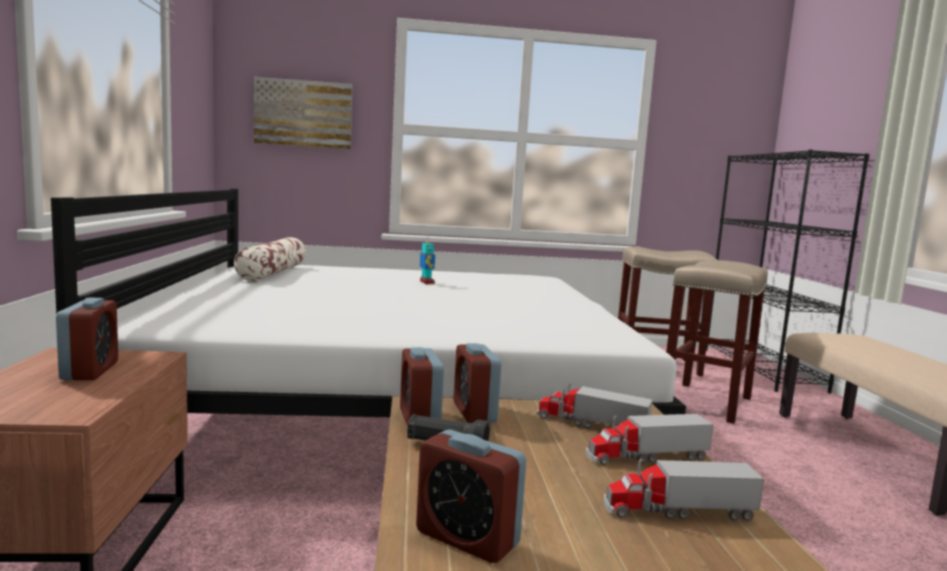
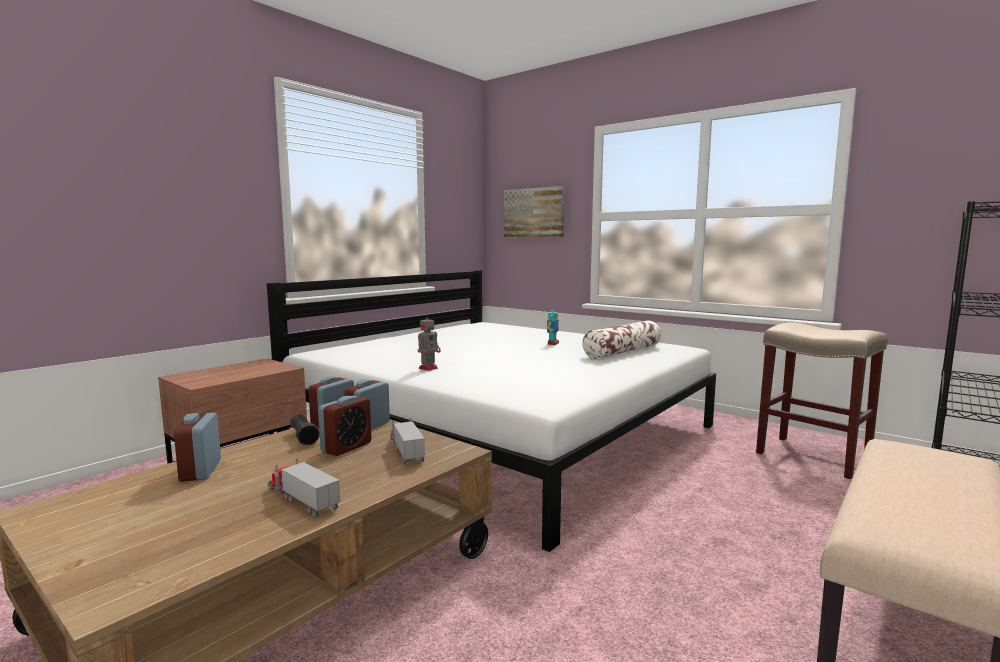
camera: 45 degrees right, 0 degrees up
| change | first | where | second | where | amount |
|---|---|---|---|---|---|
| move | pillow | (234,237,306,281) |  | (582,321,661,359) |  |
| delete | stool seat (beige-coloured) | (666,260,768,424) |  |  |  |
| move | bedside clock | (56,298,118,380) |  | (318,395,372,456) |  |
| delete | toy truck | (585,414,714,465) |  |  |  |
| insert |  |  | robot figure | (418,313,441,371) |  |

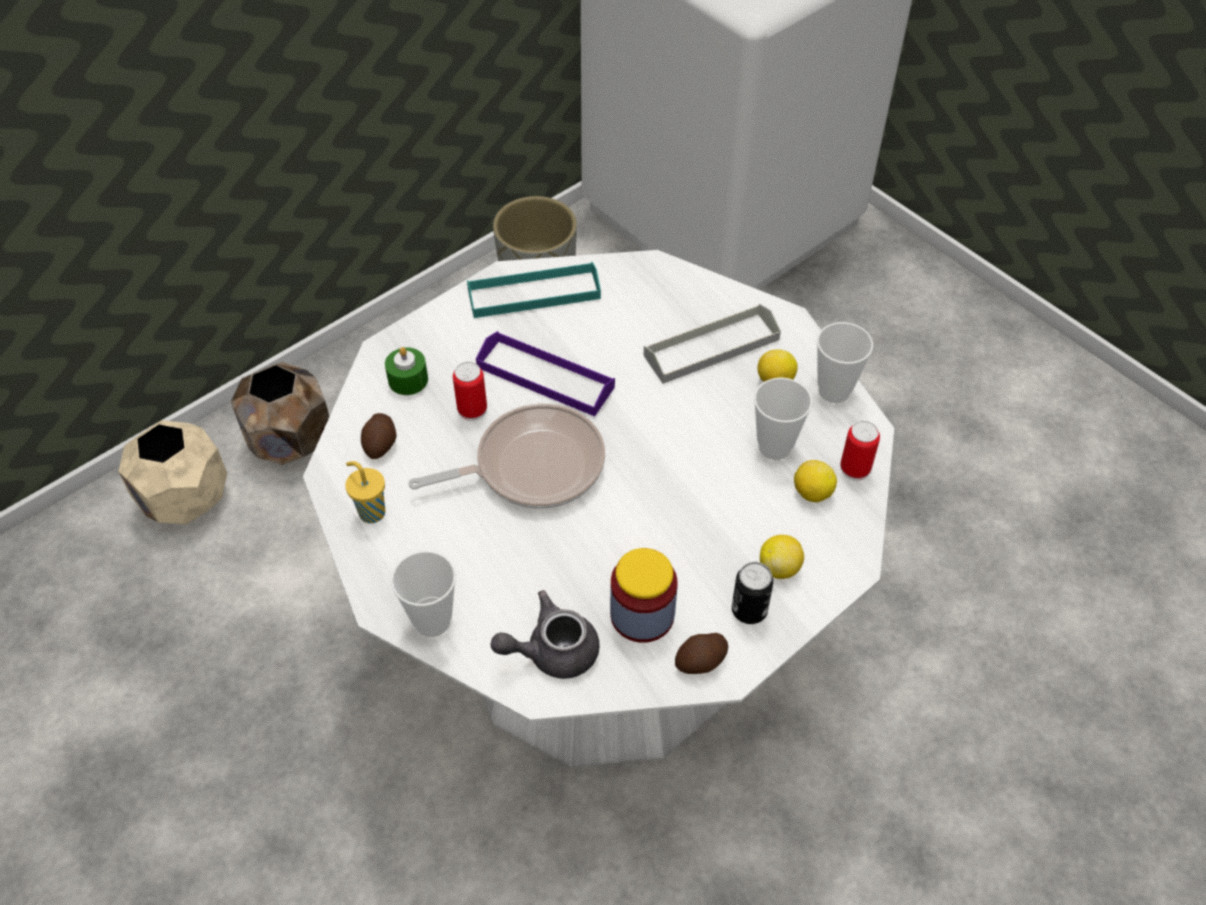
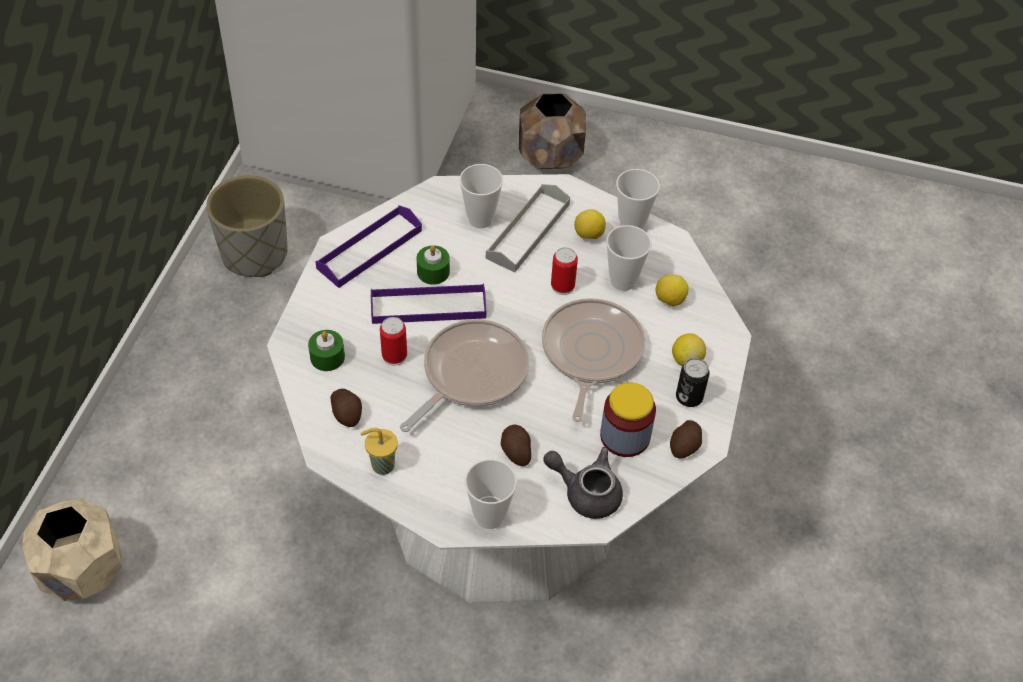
camera: 35 degrees left, 0 degrees up
| change | first | where | second | where | amount |
|---|---|---|---|---|---|
| recolor | carrying tray (turquoise) | (467,262,601,318) | carrying tray (purple-coloured) | (315,205,422,288) |  |
| move | plant pot (brownish) | (231,362,330,465) |  | (519,93,586,169) |  |
| move | sealed can | (840,421,880,481) |  | (551,247,578,295) |  |
| rotate | teapot (gray) | (491,591,600,679) |  | (544,447,623,519) | 75 degrees clockwise |
| insert |  |  | small cup | (459,164,503,228) |  |
| insert |  |  | wax light (greenish) | (417,245,450,285) |  |
| insert |  |  | pan | (542,298,645,422) |  |
| insert |  |  | spud | (501,425,531,466) |  |

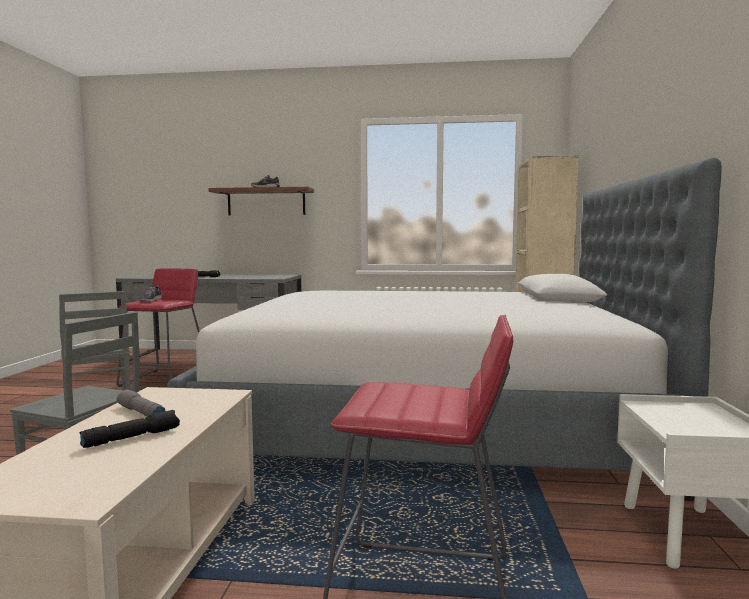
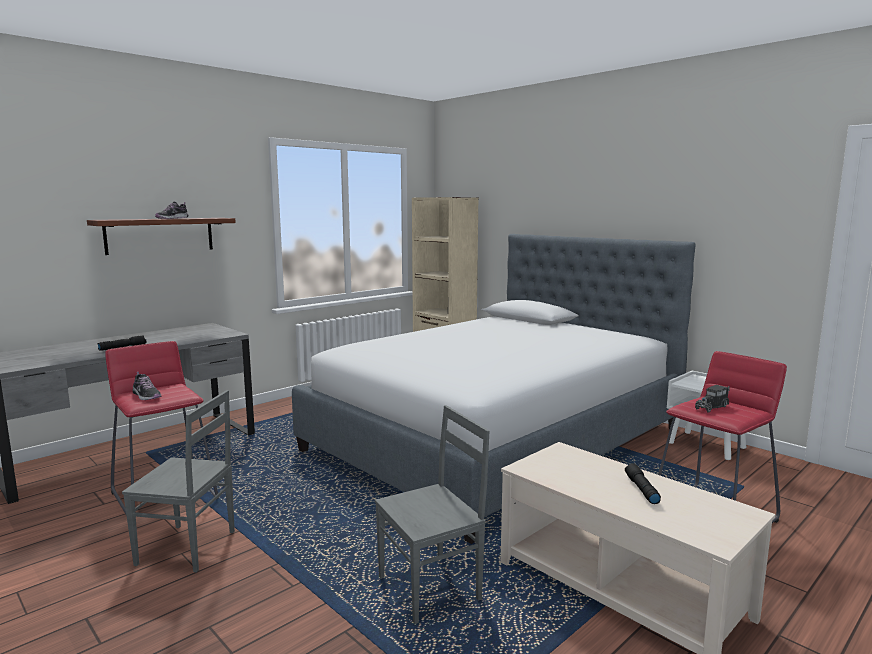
camera: 50 degrees left, 5 degrees up
| change | first | where | second | where | amount |
|---|---|---|---|---|---|
| delete | flashlight (gray) | (117,390,165,417) |  |  |  |
| insert |  |  | toy truck | (695,385,730,413) |  |

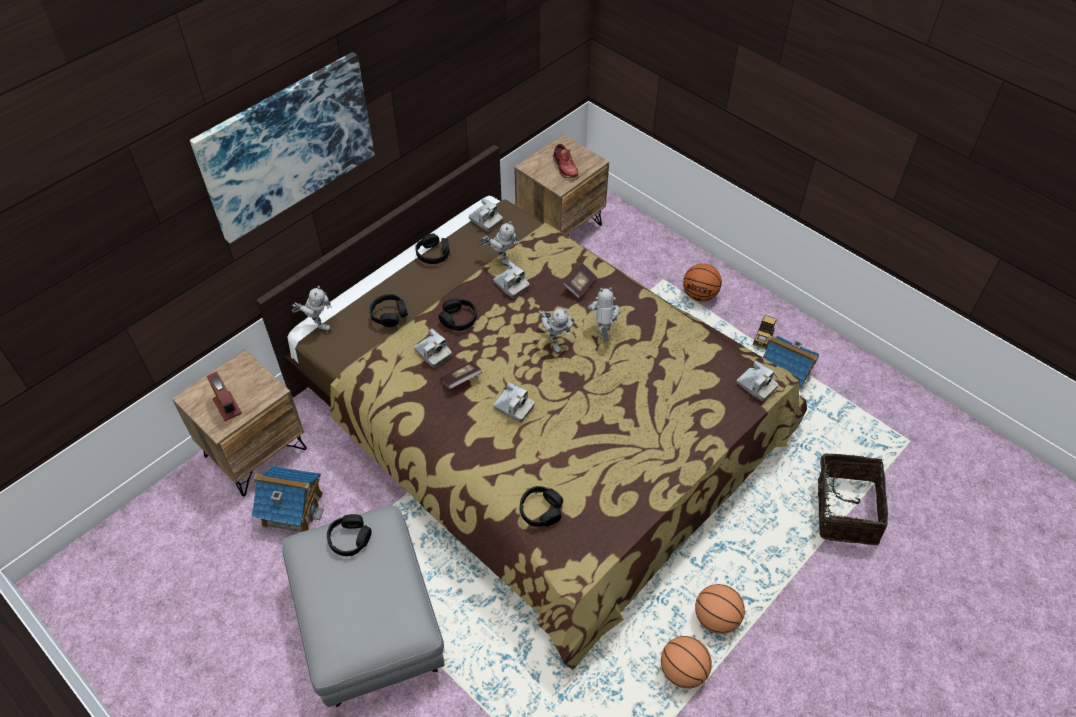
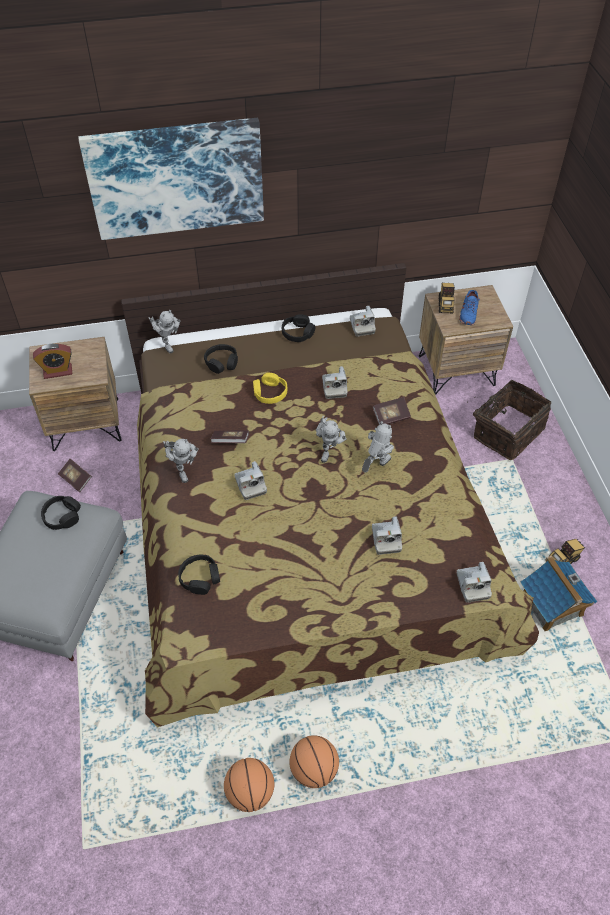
camera: 35 degrees right, 0 degrees up
| change | first | where | second | where | amount |
|---|---|---|---|---|---|
| recolor | shoe (red) | (553,144,578,178) | shoe (blue-coloured) | (459,290,480,325) |  |
| move | robot figure | (478,221,519,266) |  | (163,439,198,483) |  |
| delete | ball for basketball | (683,263,722,301) |  |  |  |
| recolor | headphones (blackish) | (438,298,477,331) | headphones (yellowish) | (253,373,288,404) |  |
| move | still camera | (414,329,452,368) |  | (372,516,402,555) |  |
| rotate | bedside clock | (207,372,242,421) |  | (33,344,72,379) | 75 degrees clockwise |
| move | household basket | (806,454,888,546) |  | (473,380,551,460) |  |
| replace | model house | (251,465,324,532) | volume | (58,459,92,492) |  |
| insert |  |  | toy truck | (439,283,455,314) |  |

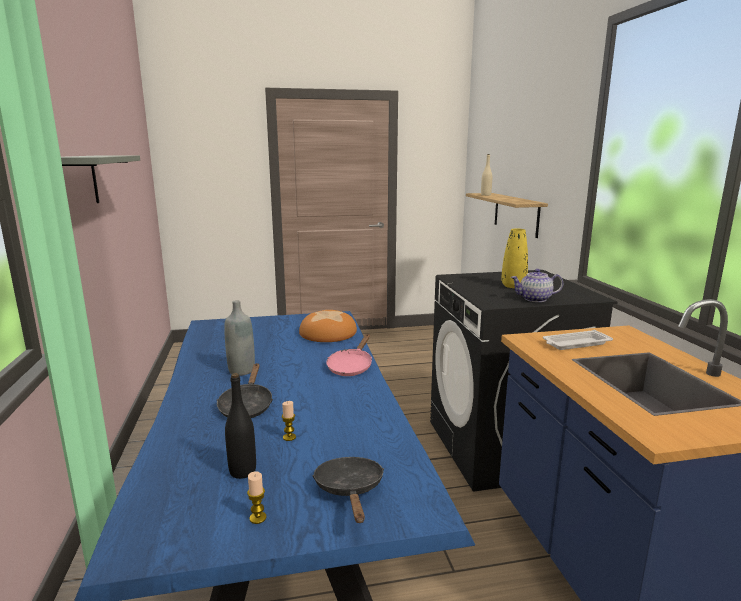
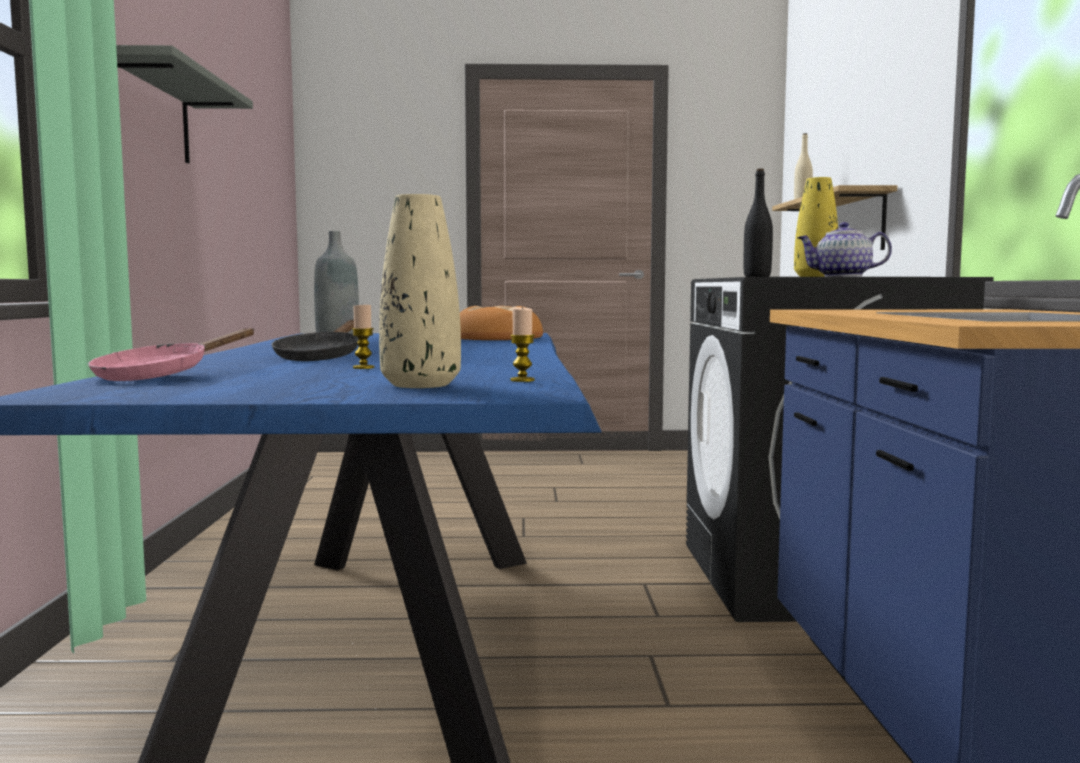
camera: 10 degrees right, 10 degrees down
| change | first | where | second | where | amount |
|---|---|---|---|---|---|
| delete | carrying tray (white) | (543,330,613,350) |  |  |  |
| move | pan (pink) | (326,334,372,376) |  | (88,328,255,381) |  |
| move | bottle (blackish) | (225,373,256,479) |  | (744,169,773,277) |  |
| replace | pan (blackish) | (312,457,384,523) | decorative vase (beige-coloured) | (379,194,461,388) |  |
| move | wax light | (247,471,266,524) |  | (510,306,535,382) |  |

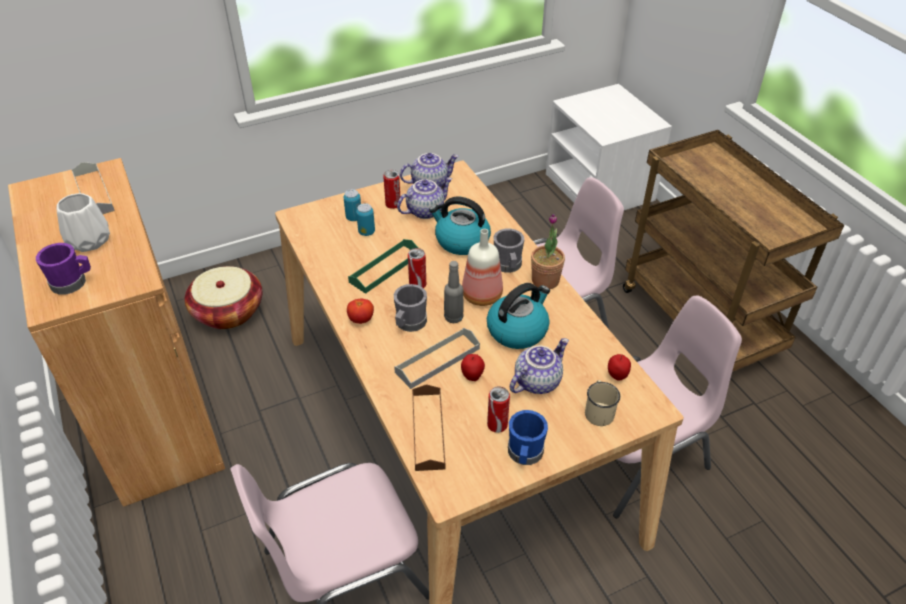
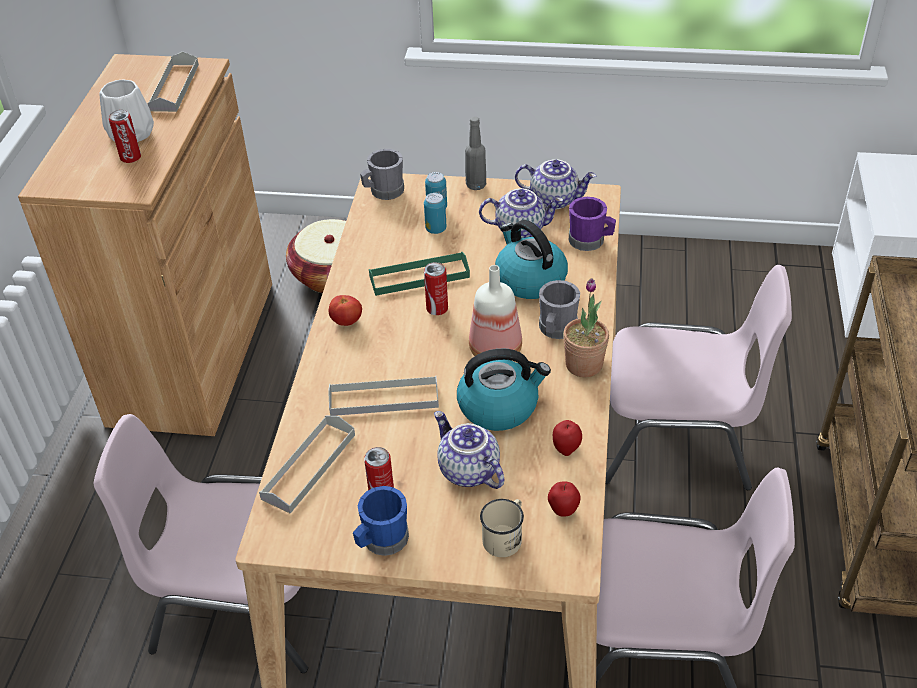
camera: 35 degrees right, 0 degrees up
| change | first | where | second | where | amount |
|---|---|---|---|---|---|
| move | sealed can | (383,170,400,209) |  | (109,110,141,163) |  |
| move | mug (purple-coloured) | (36,243,91,295) |  | (569,197,616,251) |  |
| move | bottle (gray) | (444,261,464,323) |  | (465,116,486,190) |  |
| move | mug (gray) | (394,284,427,332) |  | (360,149,404,200) |  |
| rotate | teapot | (510,338,569,394) |  | (434,411,504,489) | 120 degrees counterclockwise |
| move | apple | (461,354,485,381) |  | (553,420,582,456) |  |
| recolor | carrying tray (brownish) | (412,384,446,471) | carrying tray (gray) | (259,415,355,514) |  |

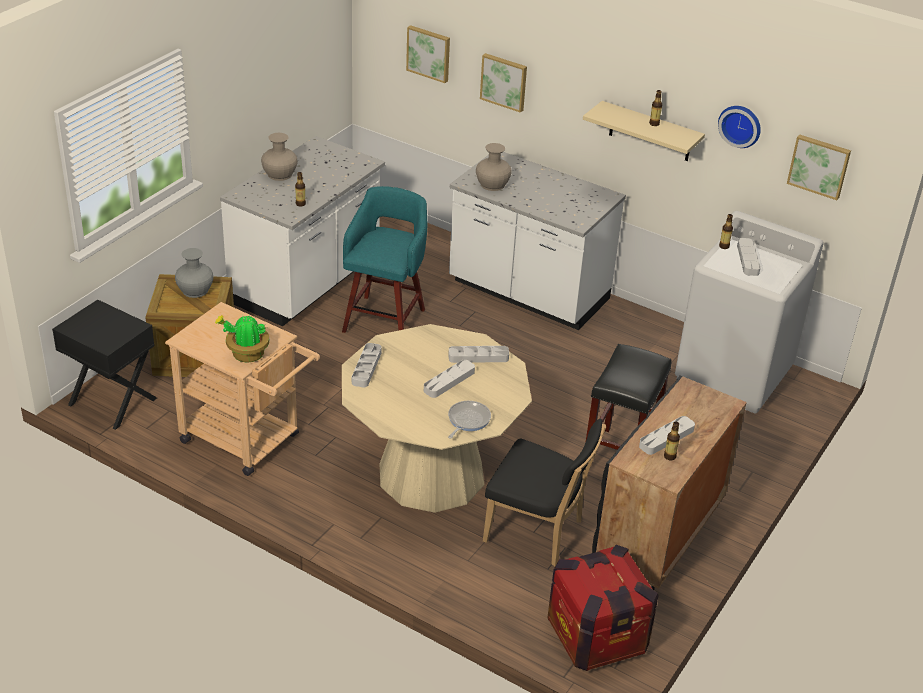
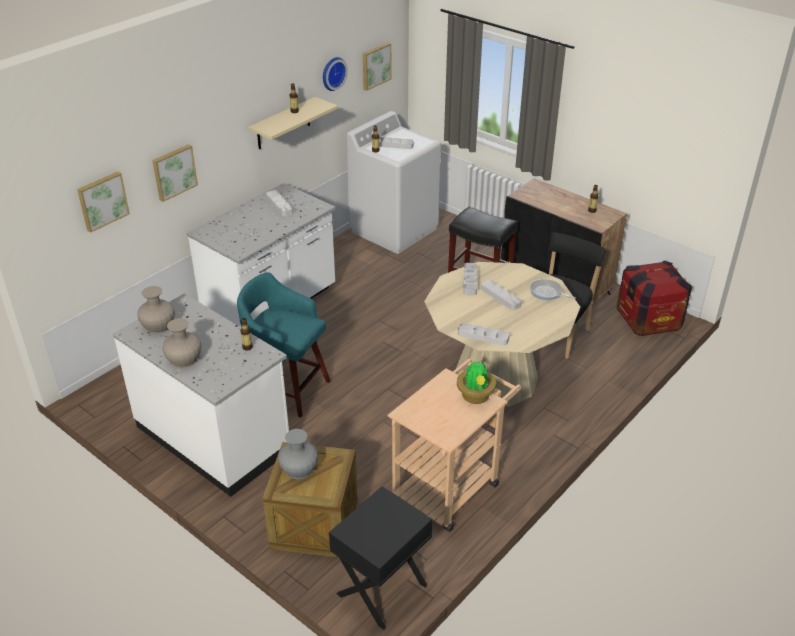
camera: 80 degrees left, 0 degrees up
| change | first | where | second | where | amount |
|---|---|---|---|---|---|
| move | decorative vase (beige-coloured) | (476,143,512,191) |  | (137,286,175,334) |  |
| move | carrying tray (gray) | (639,416,695,455) |  | (266,190,293,216) |  |

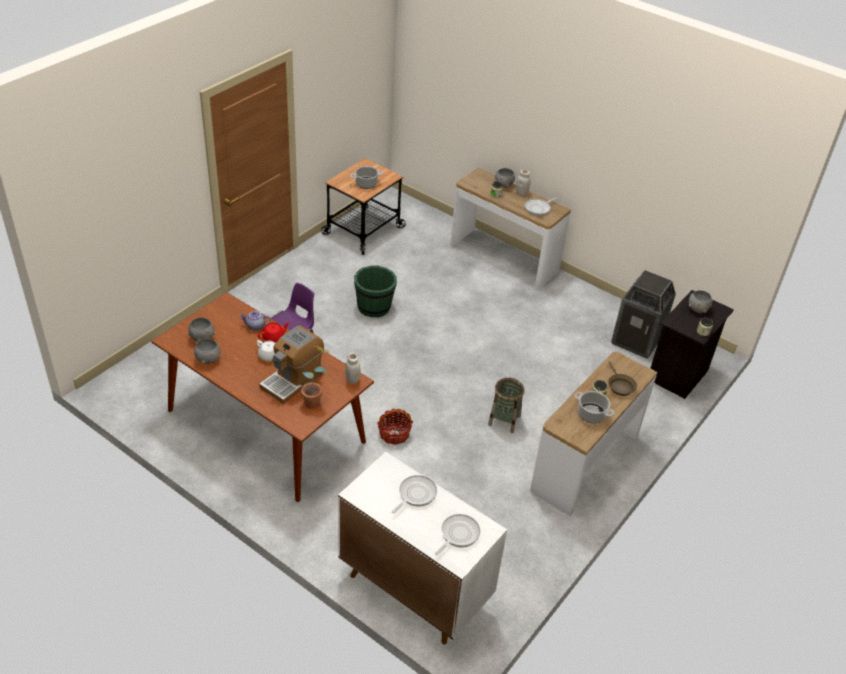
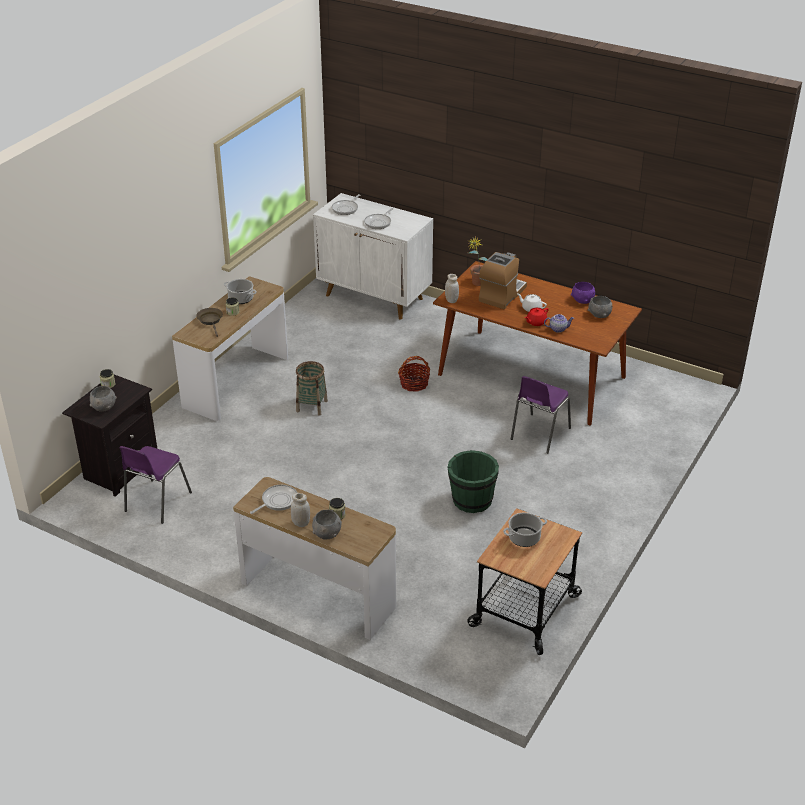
camera: 175 degrees right, 5 degrees down
| change | first | where | second | where | amount |
|---|---|---|---|---|---|
| replace | trash can | (611,270,676,359) | chair (purple-coloured) | (119,446,192,524) |  |
| recolor | deep dish (gray) | (194,338,221,364) | deep dish (purple-coloured) | (571,282,595,304) |  |

